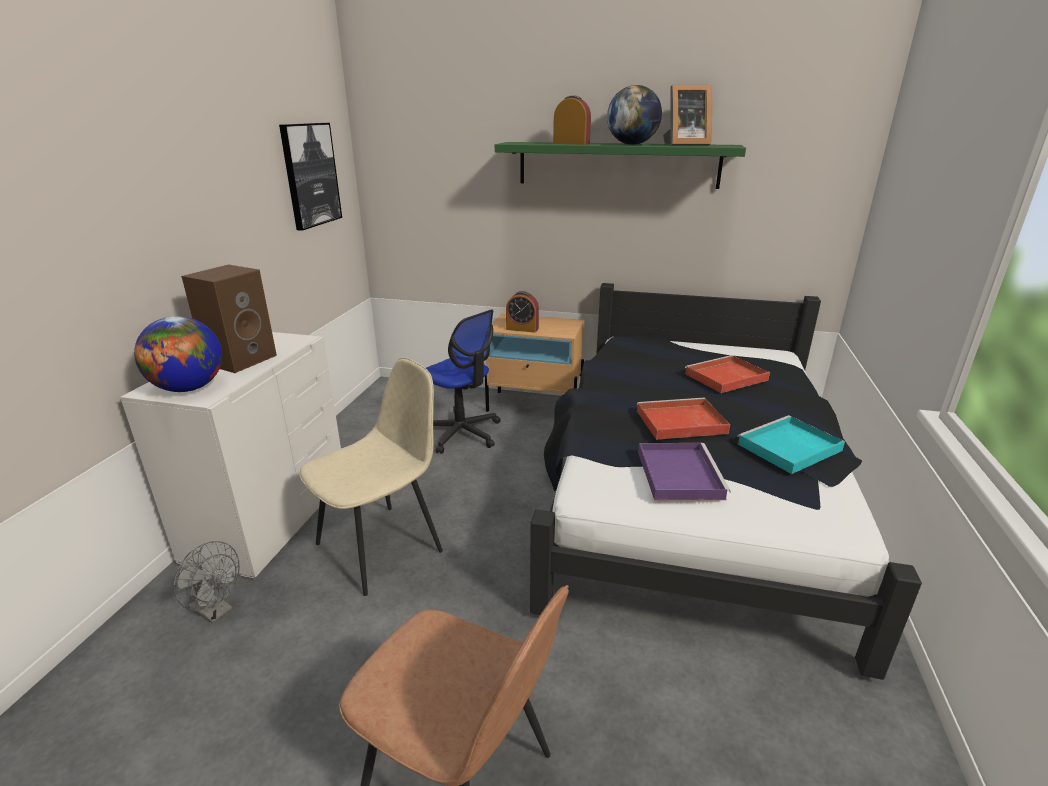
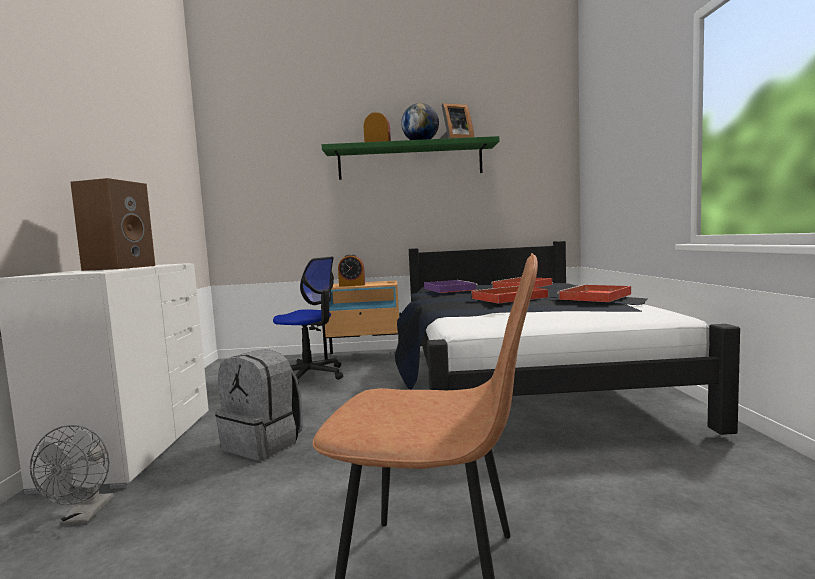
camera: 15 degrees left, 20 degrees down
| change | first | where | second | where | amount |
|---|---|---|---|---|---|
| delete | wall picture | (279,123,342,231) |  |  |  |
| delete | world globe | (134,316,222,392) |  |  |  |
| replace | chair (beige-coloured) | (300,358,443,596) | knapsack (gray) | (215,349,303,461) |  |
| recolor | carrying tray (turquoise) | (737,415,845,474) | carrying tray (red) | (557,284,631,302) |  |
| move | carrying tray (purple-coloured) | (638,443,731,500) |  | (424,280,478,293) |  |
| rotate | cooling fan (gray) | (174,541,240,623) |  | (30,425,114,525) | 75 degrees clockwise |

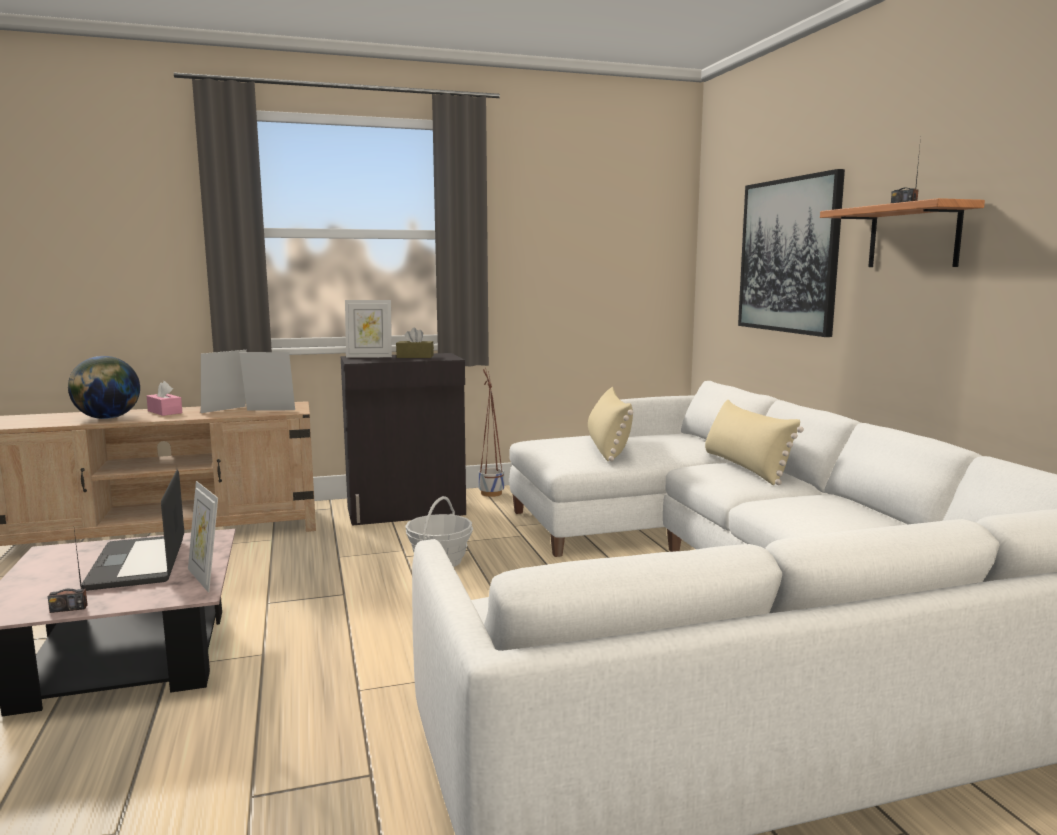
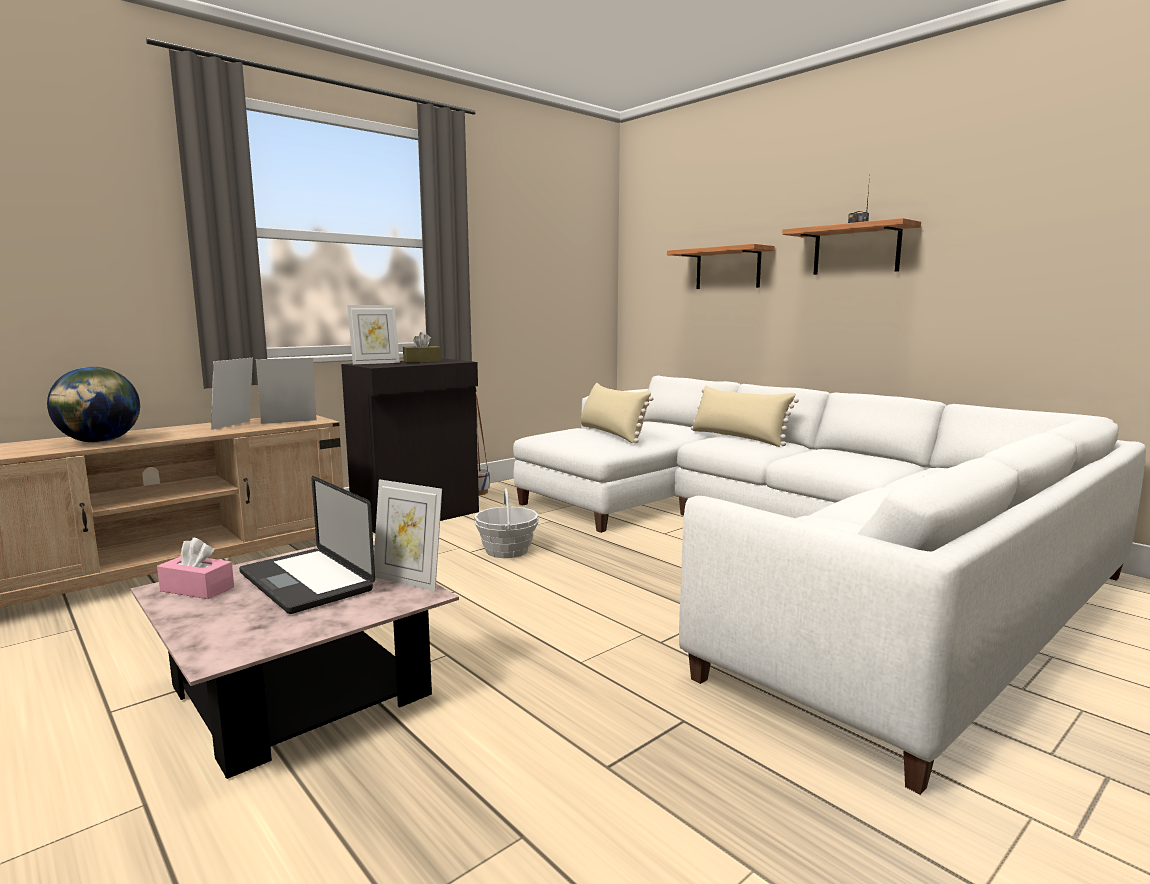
camera: 25 degrees left, 0 degrees up
| change | first | where | second | where | amount |
|---|---|---|---|---|---|
| replace | wall picture | (738,169,845,337) | wall shelf | (667,244,775,289) |  |
| move | tissue holder (pink) | (147,381,182,416) |  | (157,538,234,599) |  |
| delete | radio receiver | (48,530,88,613) |  |  |  |

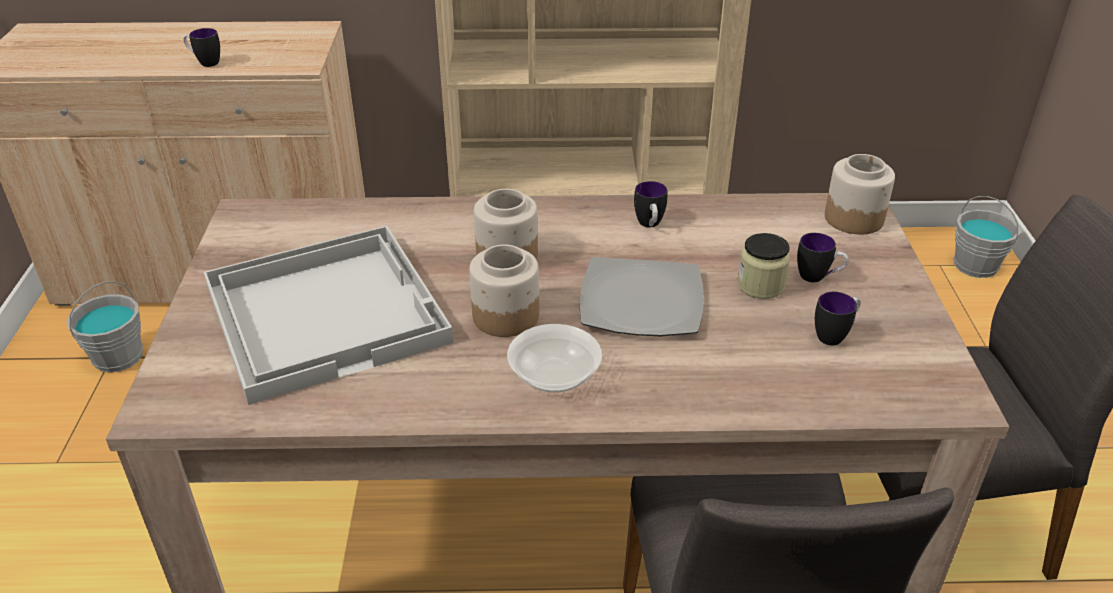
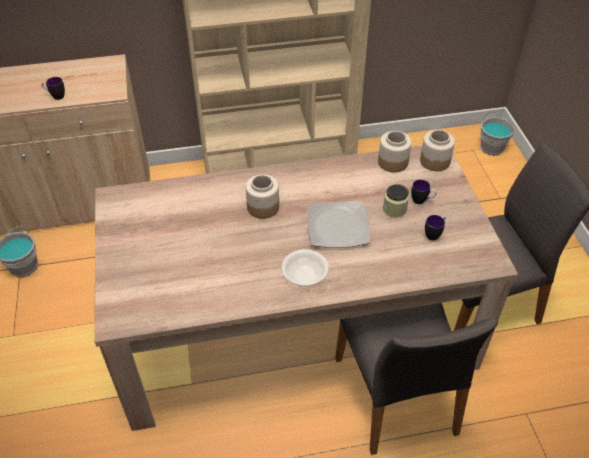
camera: 10 degrees left, 10 degrees up
| change | first | where | second | where | amount |
|---|---|---|---|---|---|
| delete | mug | (634,181,668,227) |  |  |  |
| delete | carrying tray (white) | (204,226,454,405) |  |  |  |
| move | preserve jar | (469,244,539,337) |  | (378,131,412,173) |  |

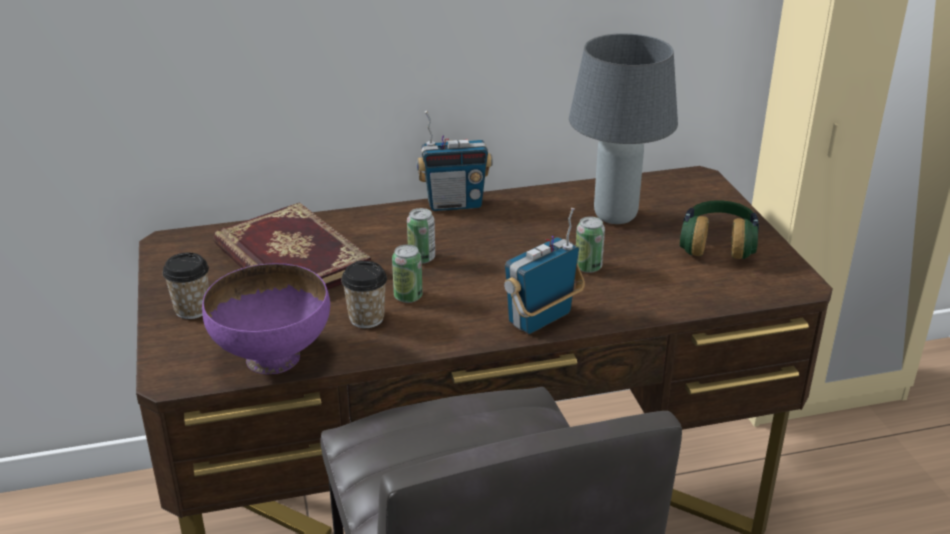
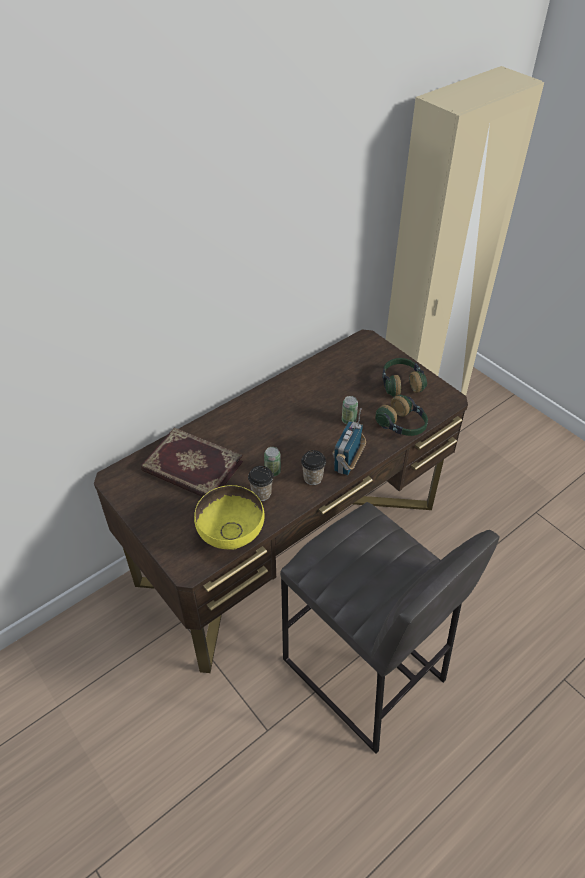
camera: 25 degrees left, 15 degrees up
| change | first | where | second | where | amount |
|---|---|---|---|---|---|
| delete | tabletop lamp (gray) | (569,33,678,224) |  |  |  |
| delete | radio receiver | (416,111,493,211) |  |  |  |
| delete | sealed can | (407,208,435,264) |  |  |  |
| move | small cup | (163,253,209,319) |  | (301,450,326,485) |  |
| recolor | deep dish (purple-coloured) | (202,263,330,374) | deep dish (yellowish) | (194,485,265,550) |  |
| insert |  |  | headphones | (375,395,428,436) |  |

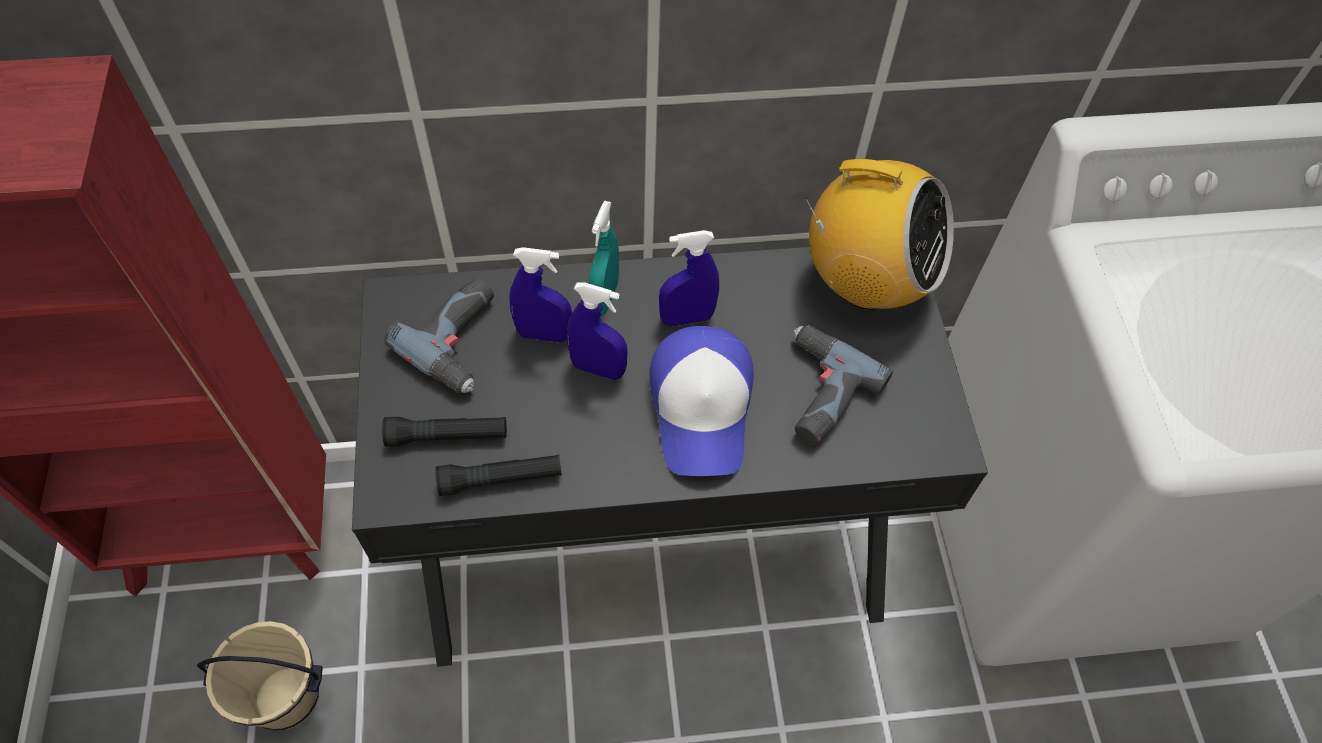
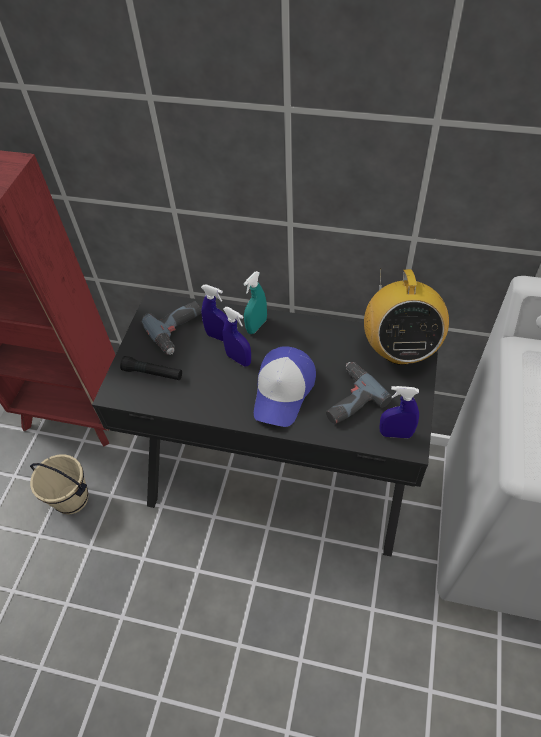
camera: 25 degrees right, 5 degrees down
| change | first | where | second | where | amount |
|---|---|---|---|---|---|
| rotate | radio receiver | (804,159,954,310) |  | (364,268,449,365) | 45 degrees clockwise |
| move | spray bottle (blue-coloured) | (659,230,719,327) |  | (379,386,419,438) |  |
| delete | flashlight (blackish) | (435,455,562,496) |  |  |  |

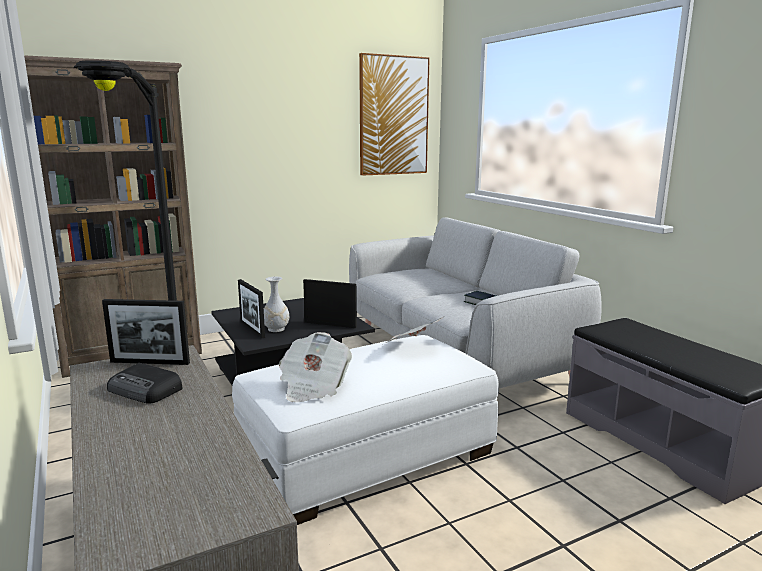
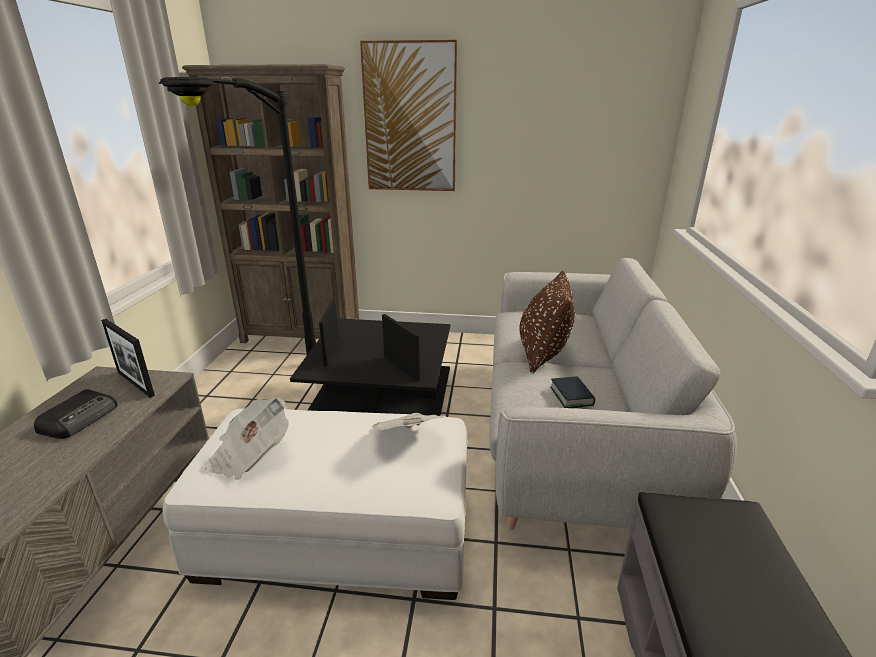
camera: 35 degrees right, 10 degrees up
| change | first | where | second | where | amount |
|---|---|---|---|---|---|
| move | wall picture | (359,53,430,176) |  | (360,40,457,191) |  |
| delete | decorative vase (white) | (264,277,289,332) |  |  |  |
| rotate | radio receiver | (107,363,183,404) |  | (34,389,118,439) | 135 degrees counterclockwise |
| insert |  |  | pillow (brownish) | (520,271,575,373) |  |

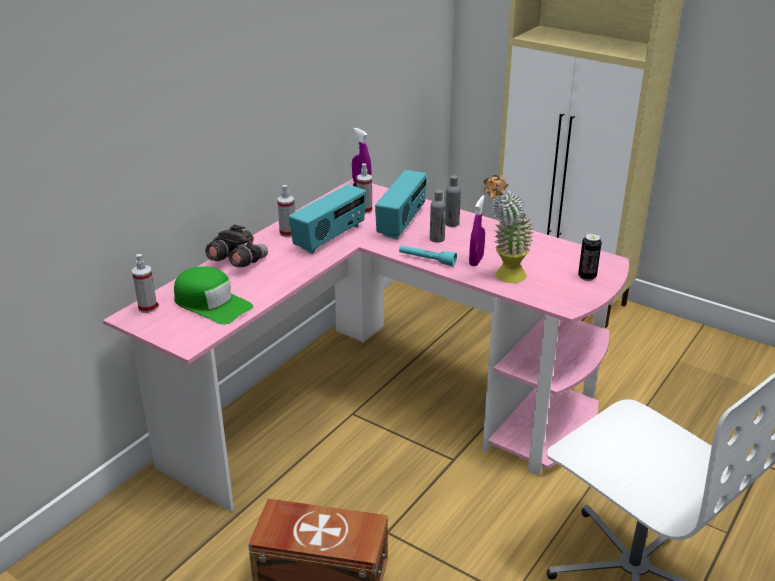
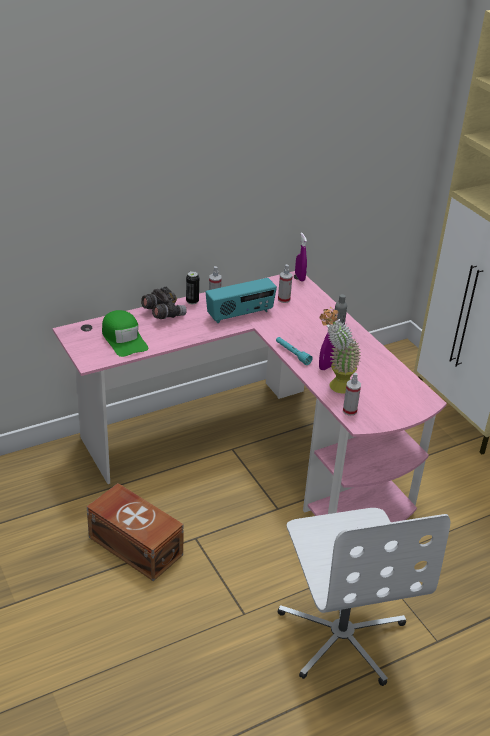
camera: 25 degrees right, 5 degrees up
| change | first | where | second | where | amount |
|---|---|---|---|---|---|
| delete | radio receiver | (375,170,427,239) |  |  |  |
| delete | bottle (gray) | (430,190,446,243) |  |  |  |
| move | sealed can | (578,233,602,281) |  | (186,271,199,304) |  |
| move | spray bottle | (132,254,157,313) |  | (343,373,361,416) |  |

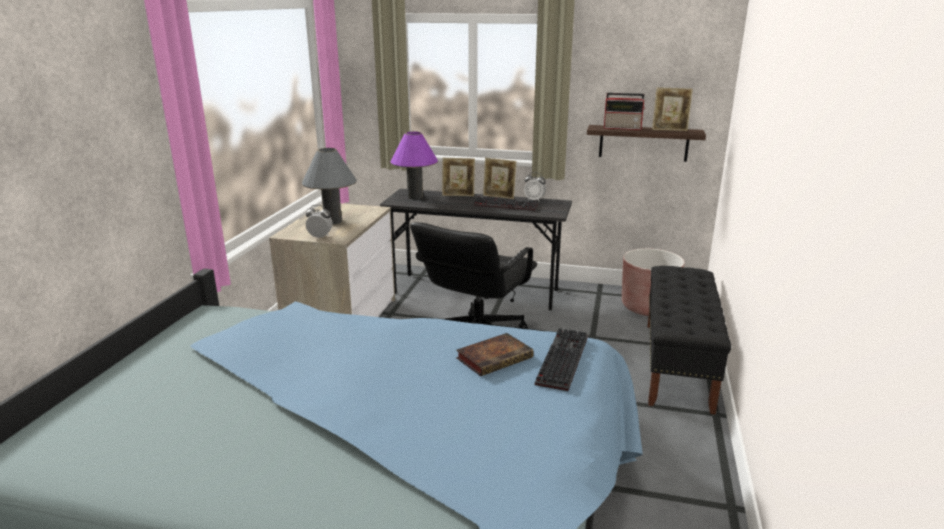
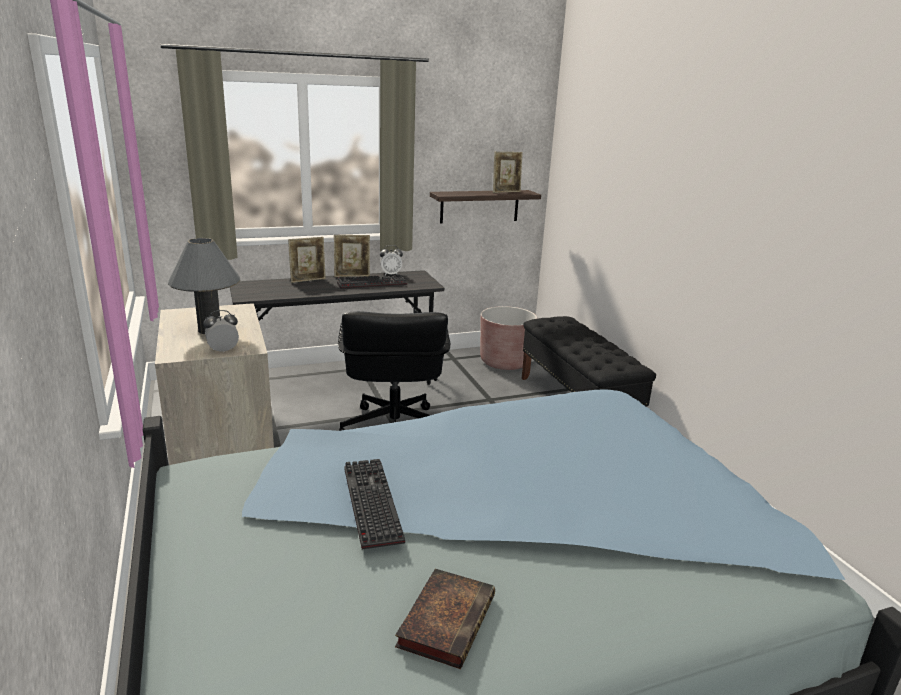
camera: 35 degrees left, 0 degrees up
| change | first | where | second | where | amount |
|---|---|---|---|---|---|
| delete | radio receiver | (604,93,645,130) |  |  |  |
| delete | tabletop lamp (purple-coloured) | (390,131,438,199) |  |  |  |
| move | keyboard | (535,328,587,391) |  | (344,459,405,549) |  |
| move | volume | (456,333,534,376) |  | (395,569,495,669) |  |

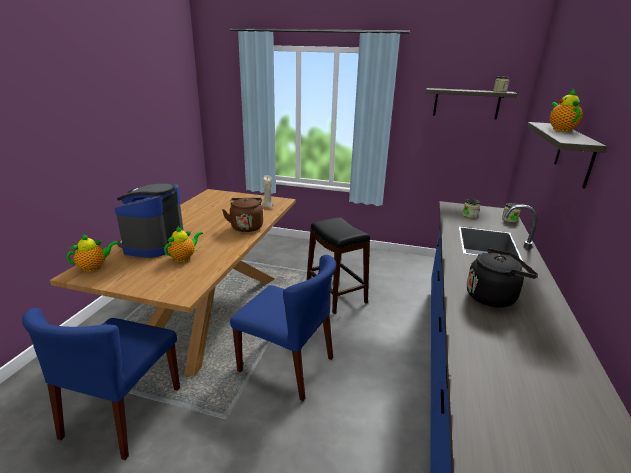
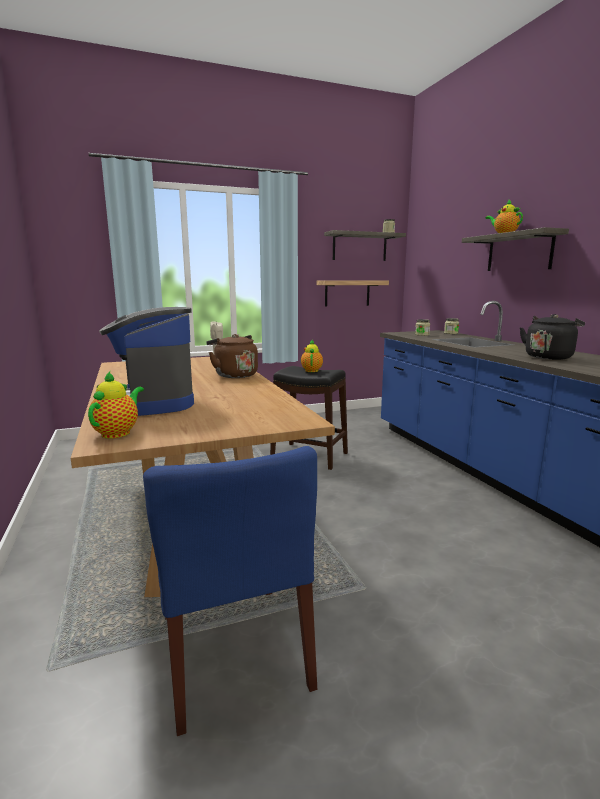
camera: 35 degrees left, 10 degrees down
| change | first | where | second | where | amount |
|---|---|---|---|---|---|
| move | teapot | (164,226,203,262) |  | (301,340,323,372) |  |
| delete | chair (blue-coloured) | (230,255,336,401) |  |  |  |
| insert |  |  | wall shelf | (316,280,389,307) |  |

